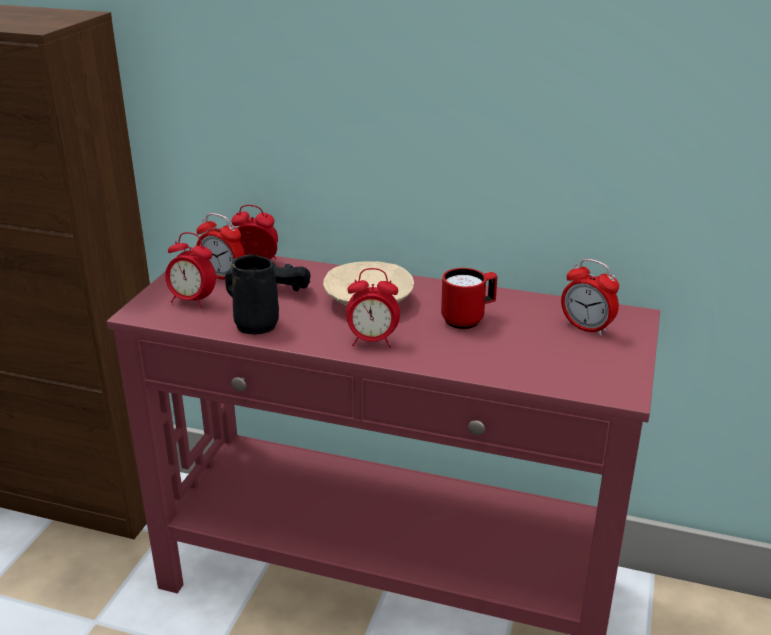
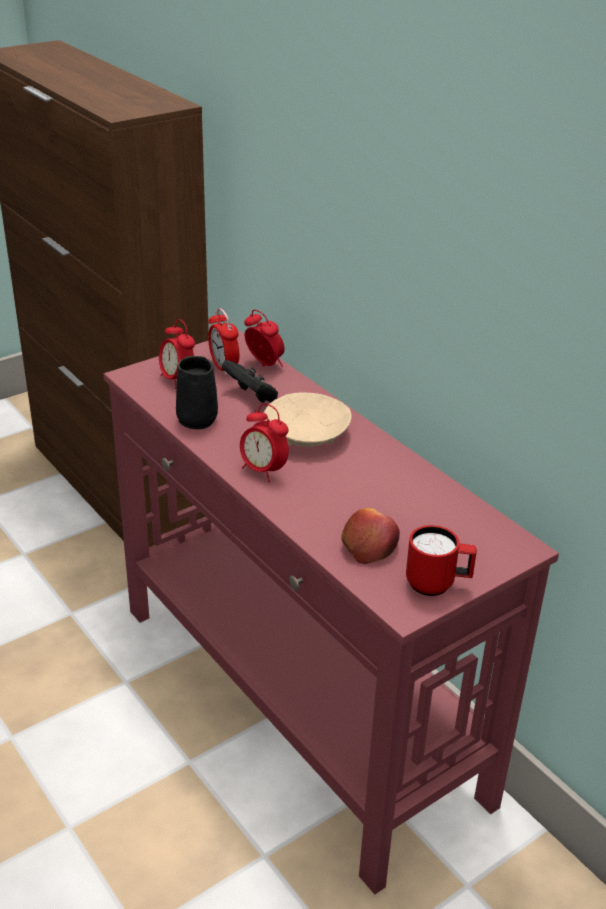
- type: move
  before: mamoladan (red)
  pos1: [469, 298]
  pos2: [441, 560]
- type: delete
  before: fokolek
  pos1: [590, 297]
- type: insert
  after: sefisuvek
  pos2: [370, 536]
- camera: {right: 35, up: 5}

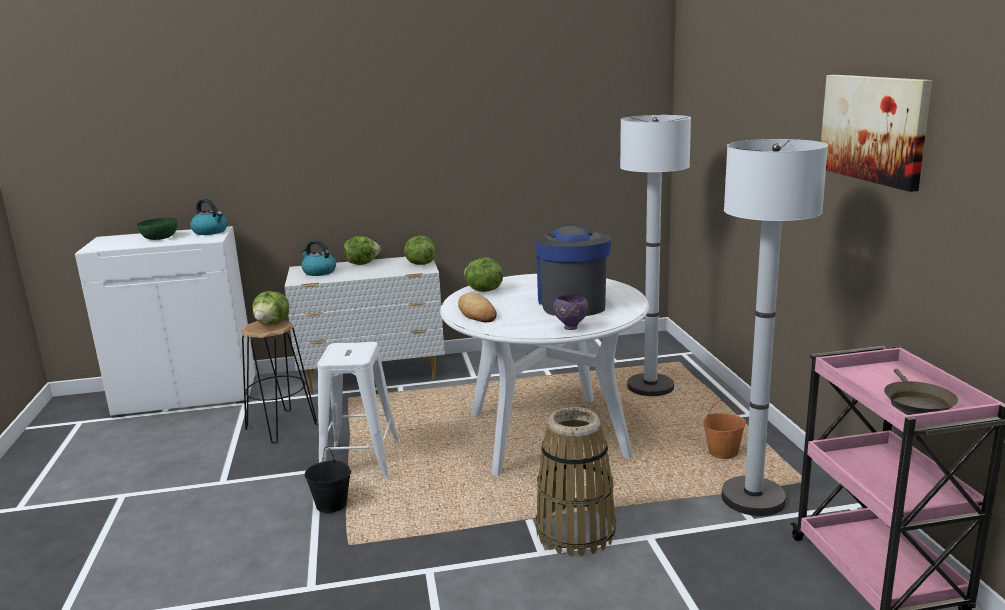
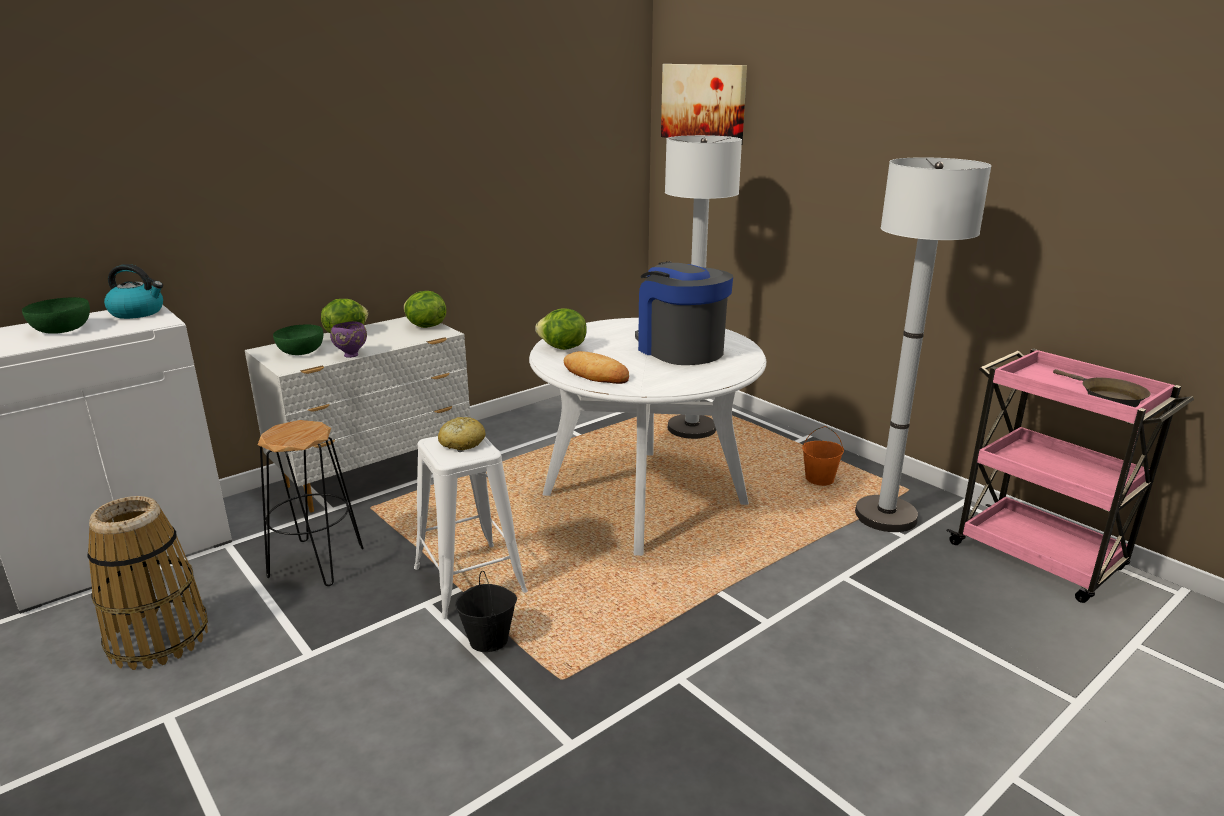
- type: delete
  before: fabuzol
  pos1: [271, 308]
- type: replace
  before: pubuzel
  after: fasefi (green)
  pos1: [318, 258]
  pos2: [298, 339]
- type: move
  before: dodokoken
  pos1: [576, 481]
  pos2: [148, 583]
- type: move
  before: fasefi (purple)
  pos1: [570, 312]
  pos2: [348, 339]
- type: move
  before: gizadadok
  pos1: [876, 133]
  pos2: [704, 103]
- type: insert
  after: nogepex
  pos2: [461, 433]
- camera: {right: -30, up: 5}

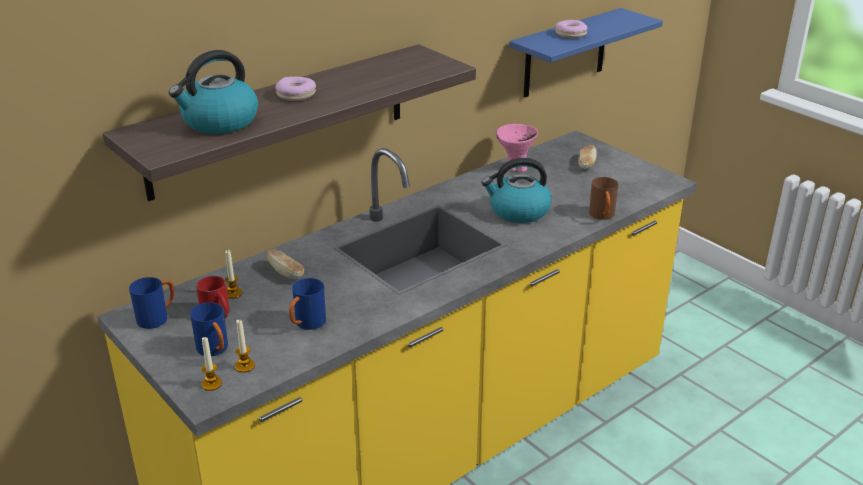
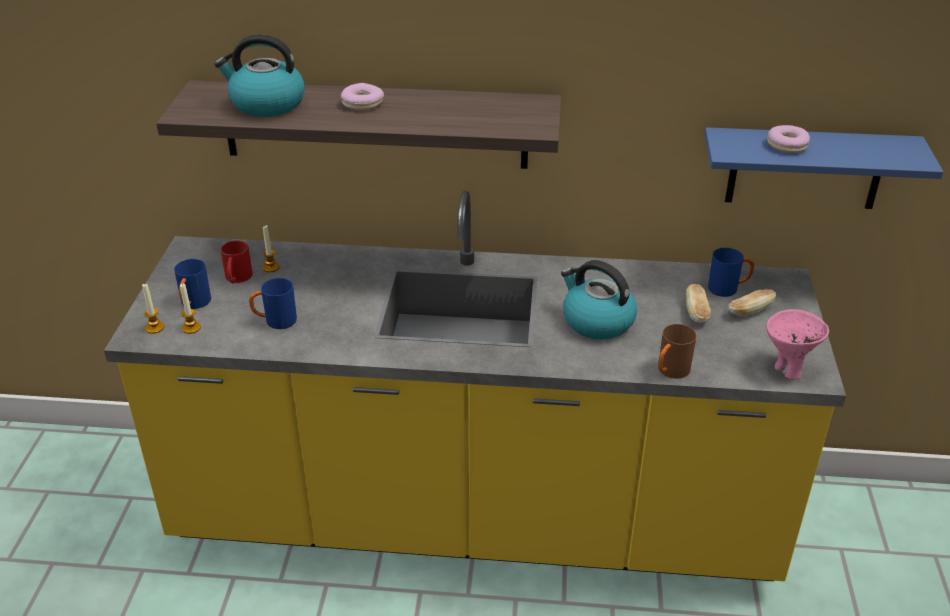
- type: move
  before: mamoladan (blue)
  pos1: [152, 303]
  pos2: [731, 272]
- type: move
  before: nogepex
  pos1: [285, 264]
  pos2: [698, 303]
- type: move
  before: fasefi (pink)
  pos1: [517, 148]
  pos2: [797, 344]
- camera: {right: 45, up: 5}

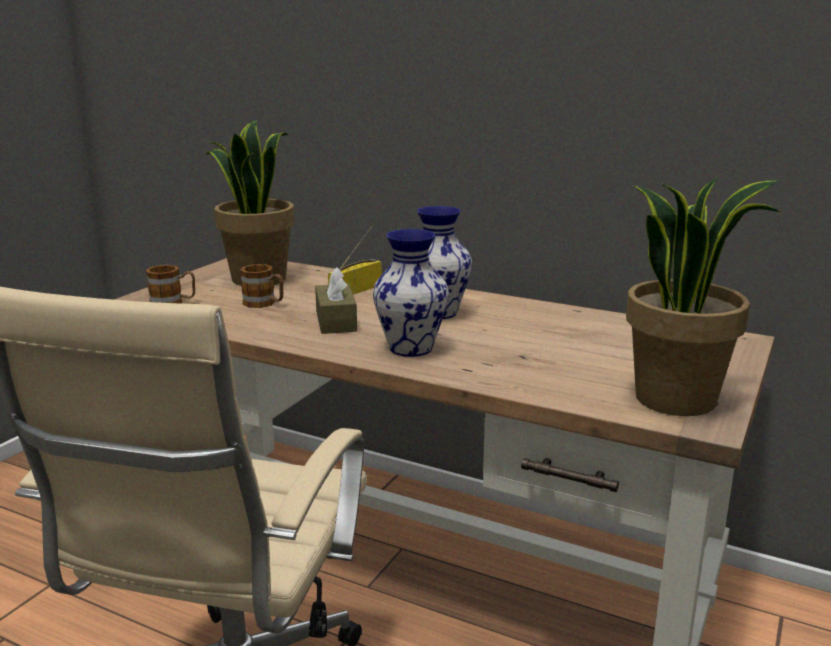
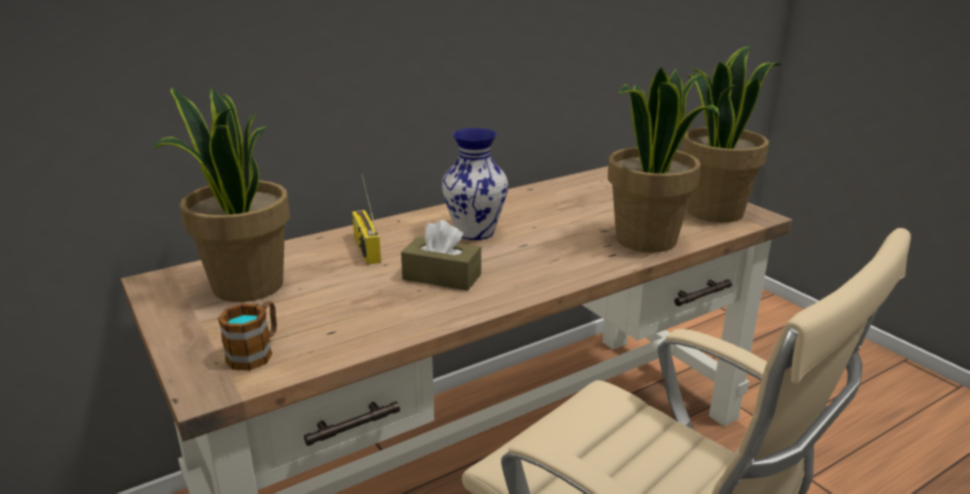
- type: delete
  before: mamoladan
  pos1: [261, 286]
- type: delete
  before: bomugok
  pos1: [411, 293]
- type: insert
  after: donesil
  pos2: [664, 160]
- camera: {right: -60, up: 5}

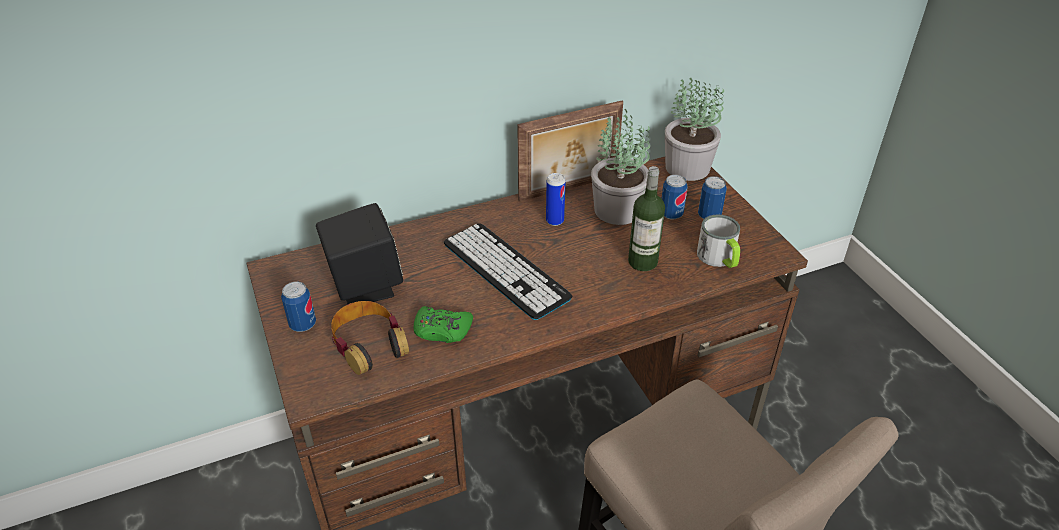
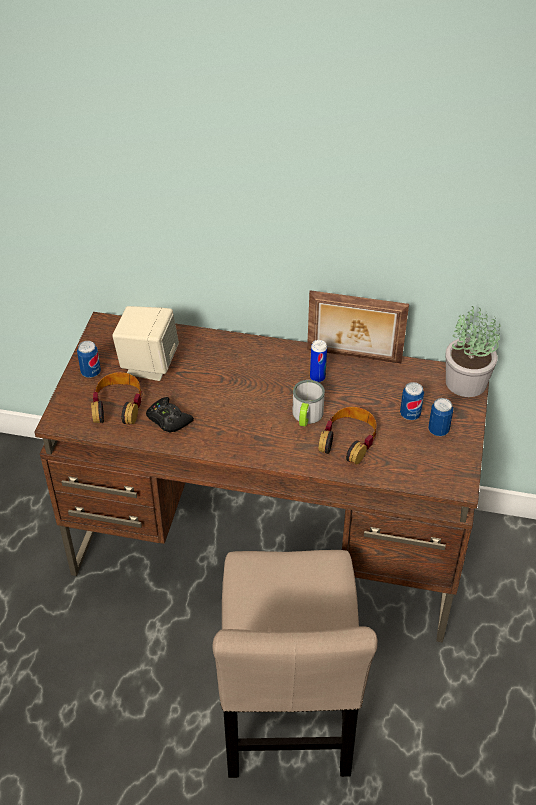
- type: recolor
  before: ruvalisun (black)
  after: ruvalisun (beige)
  pos1: [359, 253]
  pos2: [145, 343]
- type: recolor
  before: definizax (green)
  after: definizax (black)
  pos1: [443, 324]
  pos2: [170, 415]
- type: delete
  before: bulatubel
  pos1: [508, 271]
- type: delete
  before: donesil
  pos1: [620, 167]
- type: replace
  before: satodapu
  after: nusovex
  pos1: [646, 218]
  pos2: [347, 436]
- type: move
  before: mamoladan
  pos1: [718, 241]
  pos2: [308, 403]
- camera: {right: 35, up: 5}

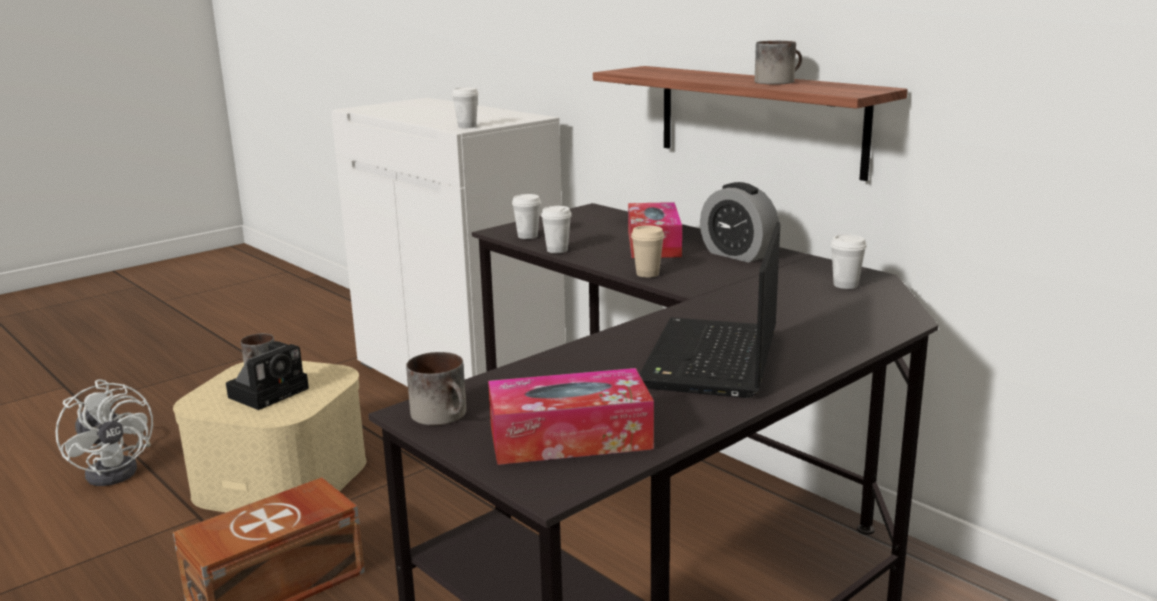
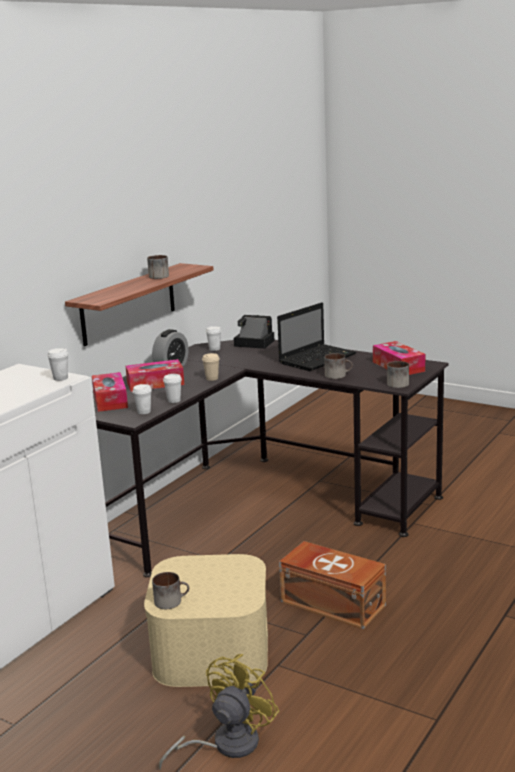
- type: recolor
  before: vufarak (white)
  after: vufarak (yellow)
  pos1: [104, 432]
  pos2: [219, 712]
- type: move
  before: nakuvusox
  pos1: [267, 375]
  pos2: [254, 332]
- type: rotate
  before: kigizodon
  pos1: [709, 310]
  pos2: [316, 336]
  turn: -45
- type: insert
  after: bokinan
  pos2: [110, 392]
- type: insert
  after: mamoladan
  pos2: [338, 366]
- camera: {right: -105, up: 0}

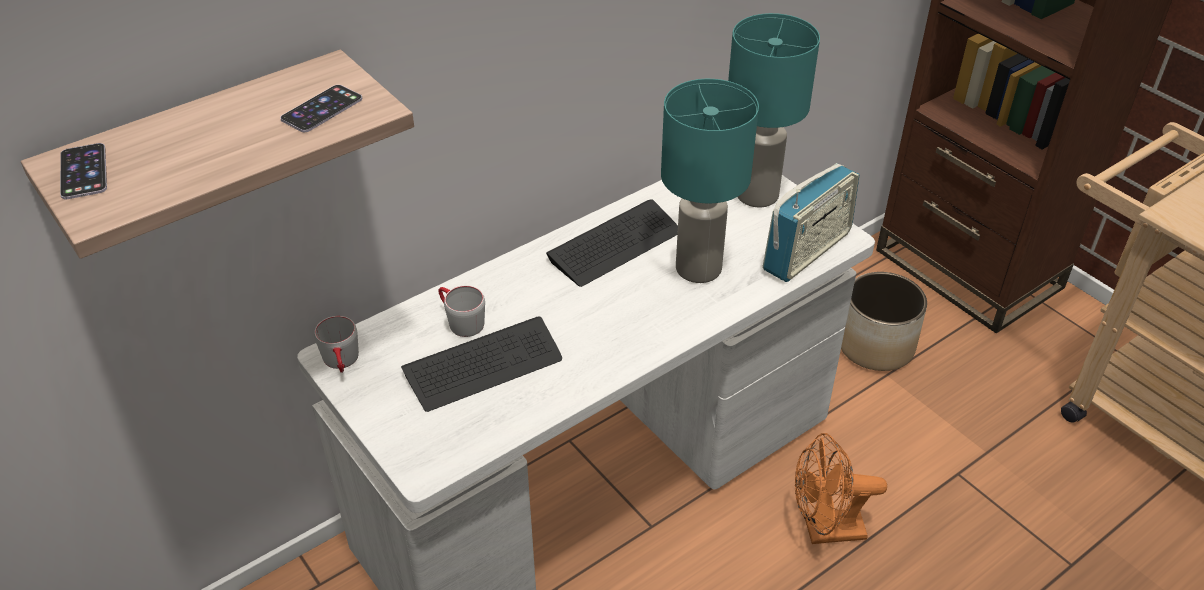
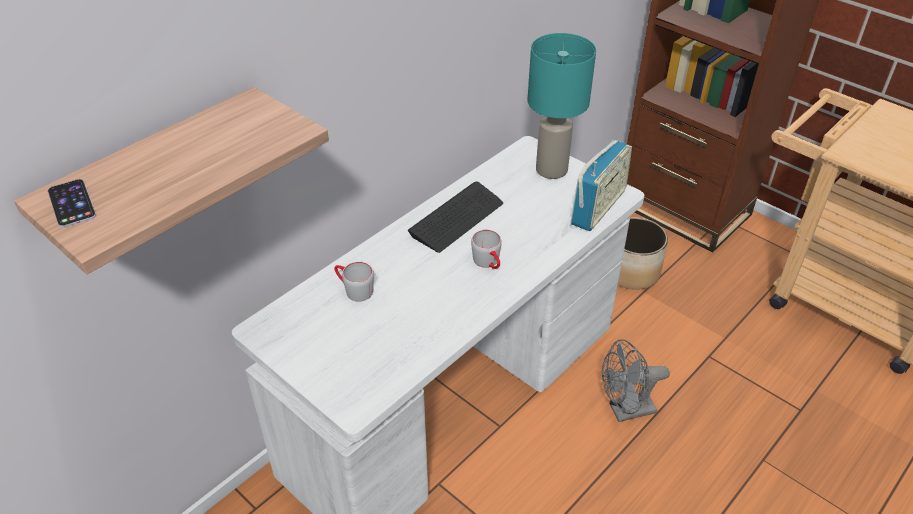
- type: delete
  before: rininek
  pos1: [321, 108]
- type: move
  before: mamoladan (grey)
  pos1: [336, 344]
  pos2: [486, 249]
- type: delete
  before: bulatubel
  pos1: [481, 364]
- type: delete
  before: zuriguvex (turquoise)
  pos1: [710, 181]
- type: recolor
  before: vufarak (orange)
  after: vufarak (grey)
  pos1: [841, 488]
  pos2: [636, 380]
- camera: {right: -10, up: 0}

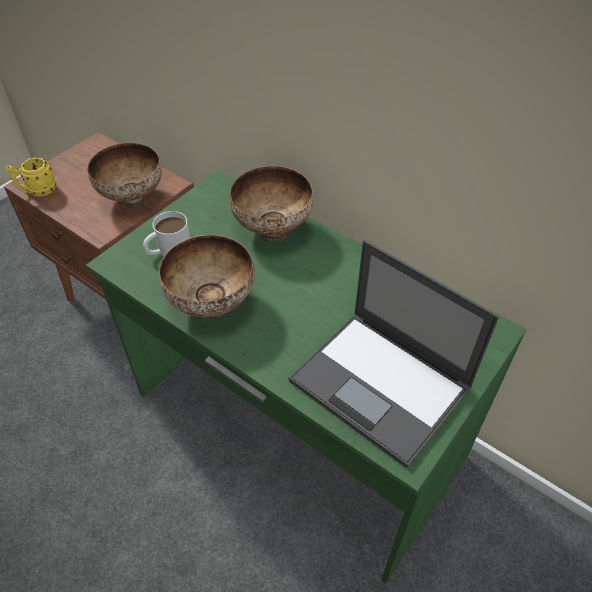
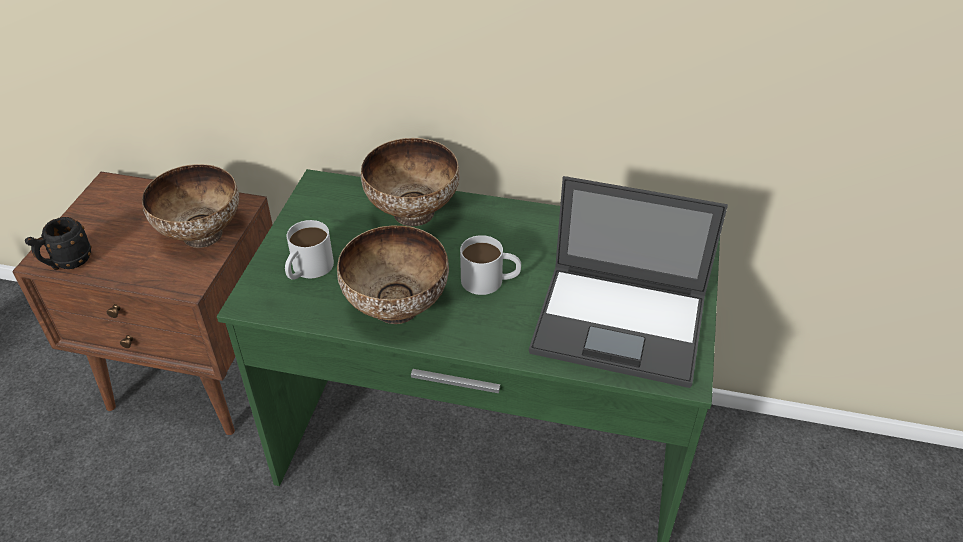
- type: recolor
  before: mamoladan (yellow)
  after: mamoladan (black)
  pos1: [31, 177]
  pos2: [58, 243]
- type: insert
  after: mamoladan (white)
  pos2: [490, 265]
- camera: {right: -25, up: -5}

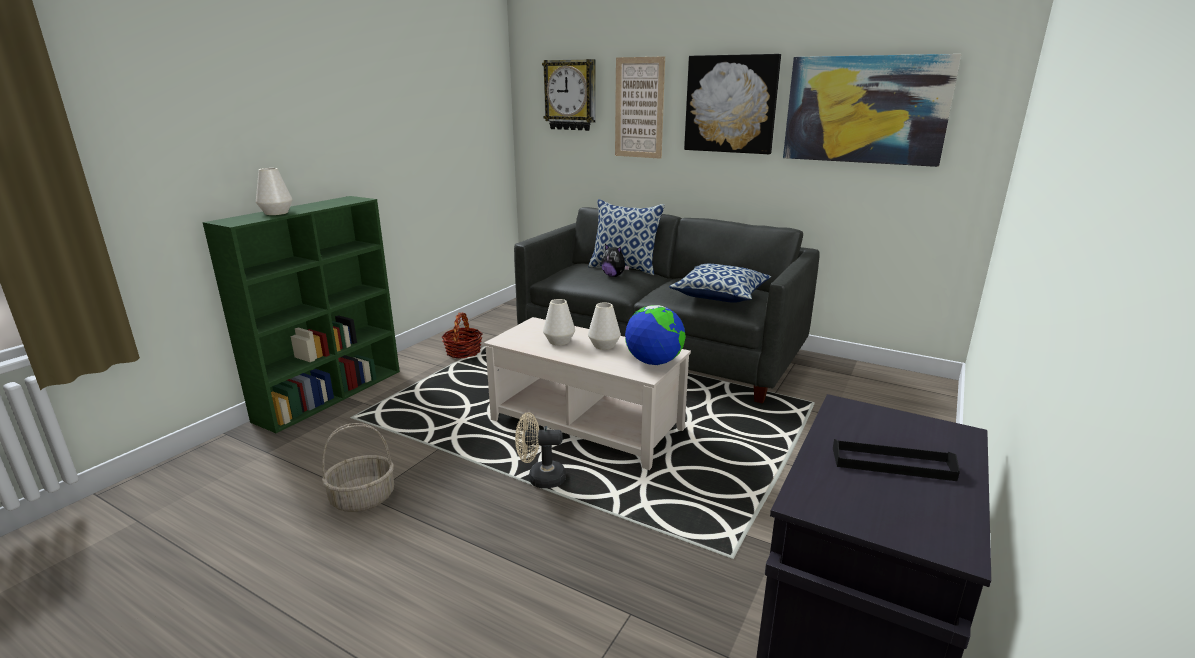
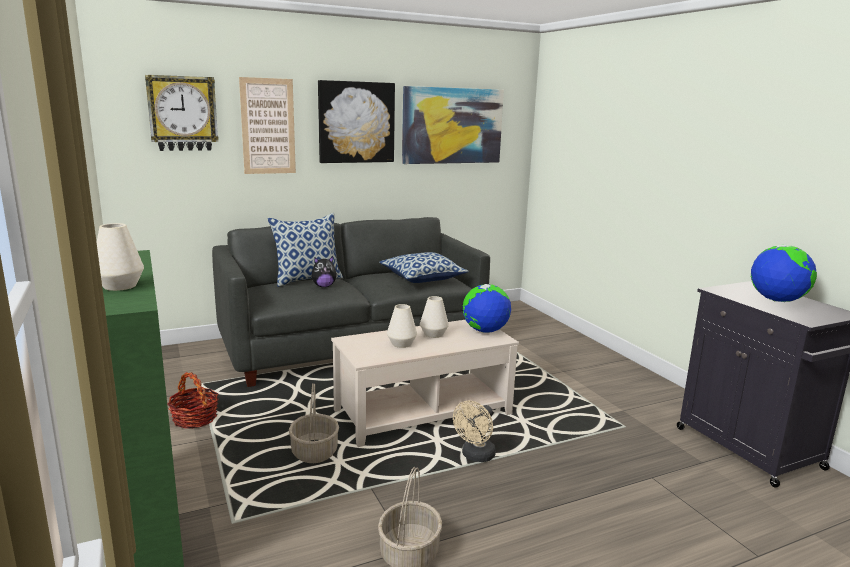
- type: replace
  before: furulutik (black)
  after: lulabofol
  pos1: [896, 460]
  pos2: [784, 273]
- type: insert
  after: dodokoken
  pos2: [314, 423]
- camera: {right: -55, up: -5}

